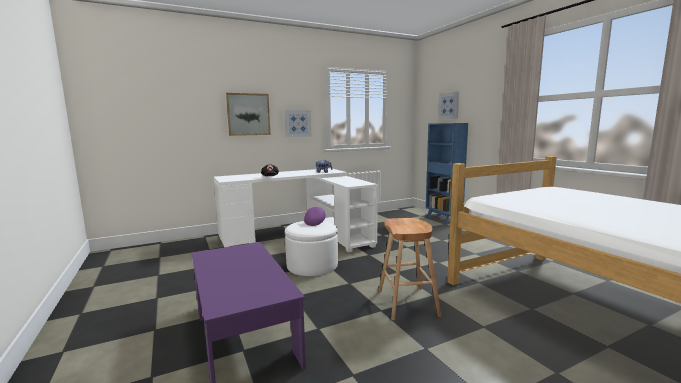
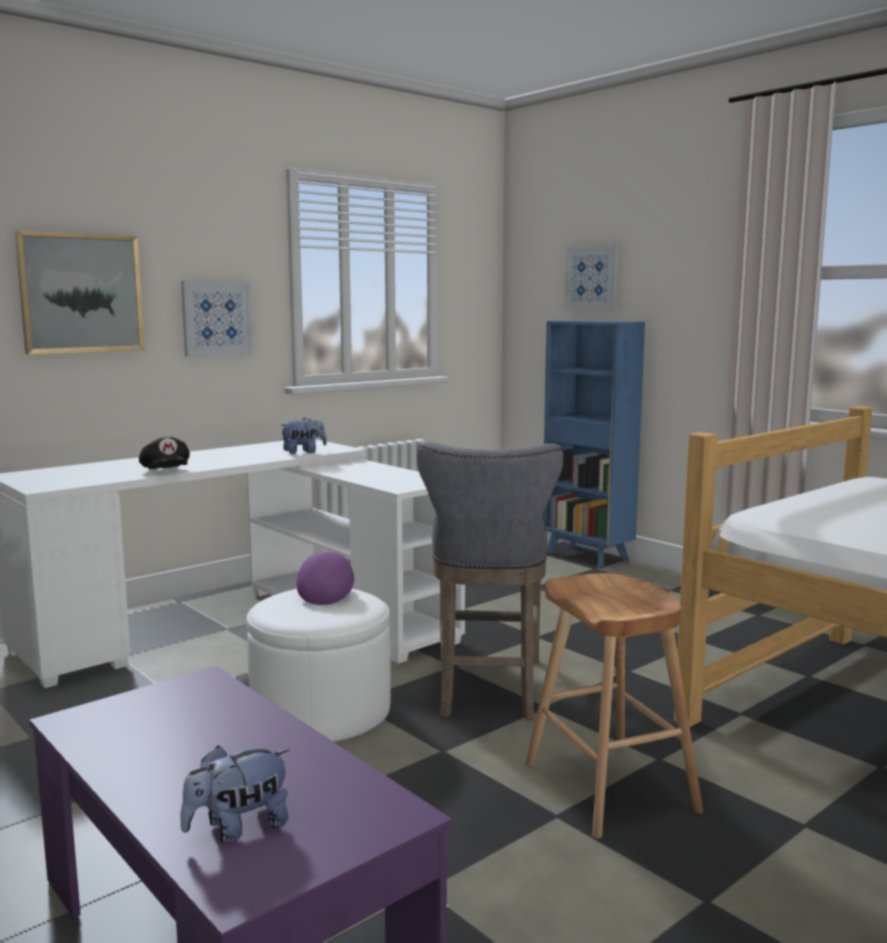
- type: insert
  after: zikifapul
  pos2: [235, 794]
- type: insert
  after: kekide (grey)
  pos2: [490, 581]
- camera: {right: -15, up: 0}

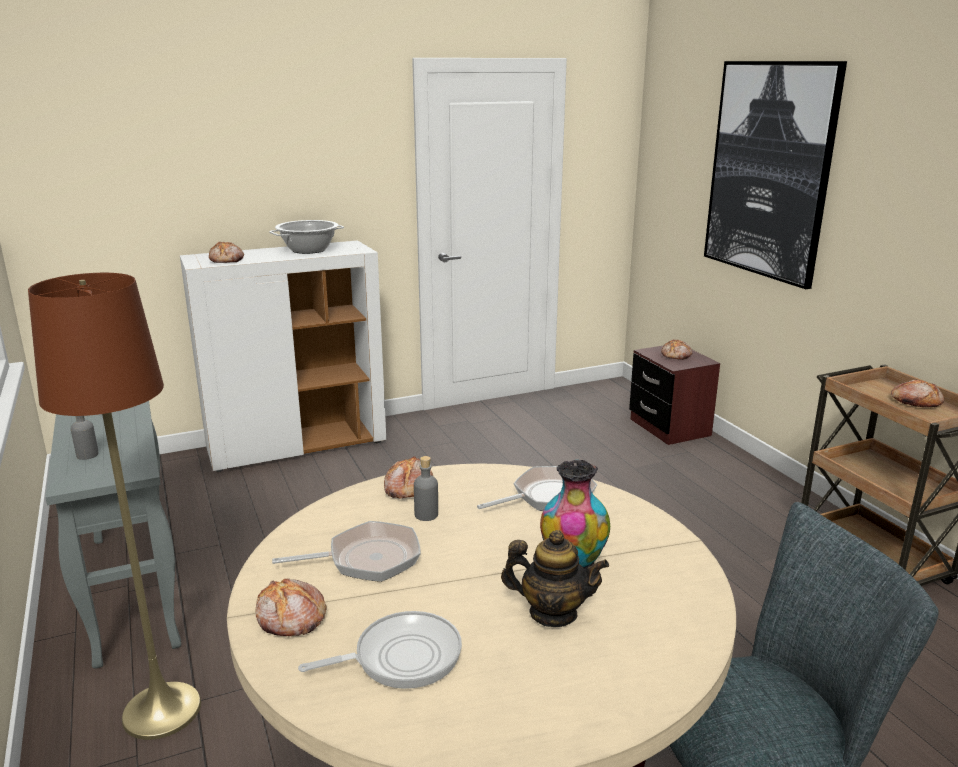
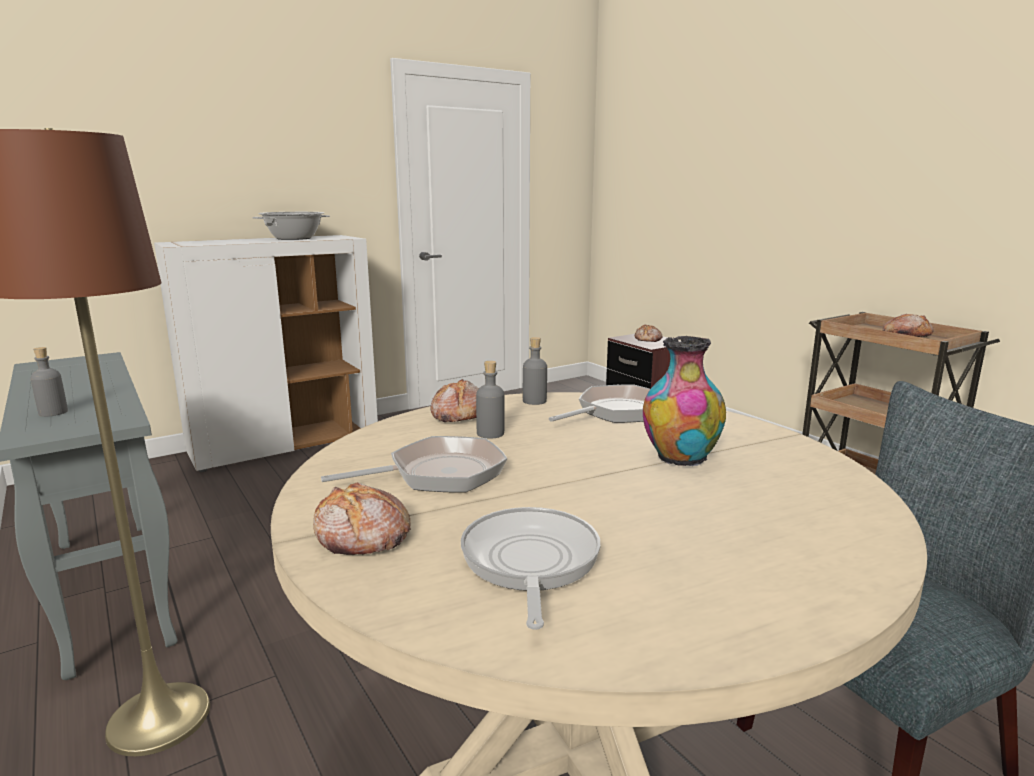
- type: delete
  before: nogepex
  pos1: [226, 252]
- type: rotate
  before: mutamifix
  pos1: [380, 650]
  pos2: [531, 568]
  turn: -60
- type: delete
  before: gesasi
  pos1: [555, 578]
- type: delete
  before: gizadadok
  pos1: [775, 175]
- type: insert
  after: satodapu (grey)
  pos2: [535, 371]
- camera: {right: -10, up: -5}

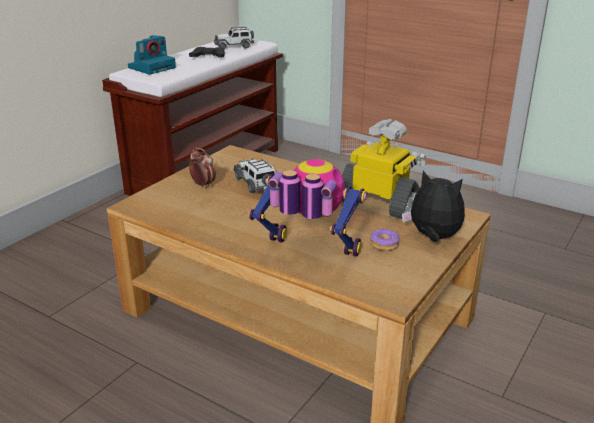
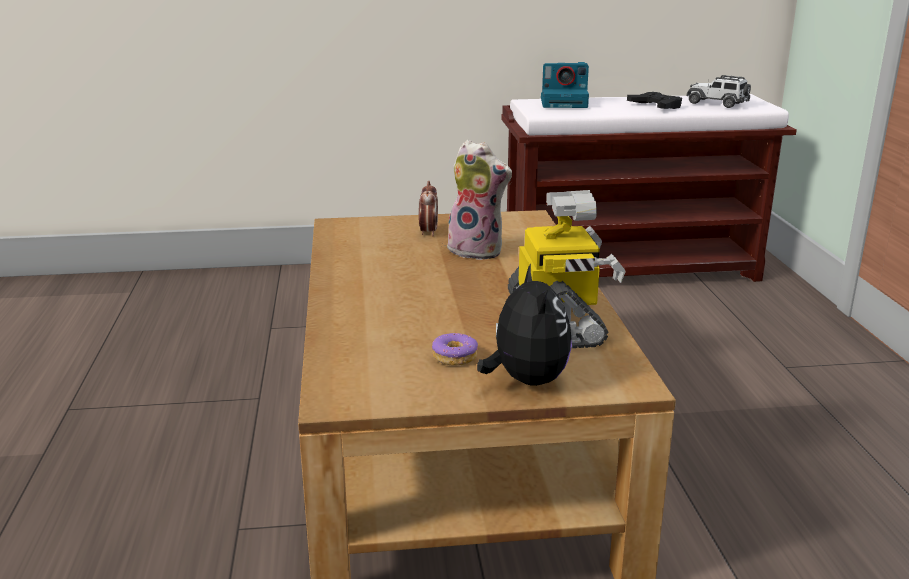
- type: replace
  before: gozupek
  after: zikifapul
  pos1: [255, 175]
  pos2: [479, 200]
- type: delete
  before: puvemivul
  pos1: [308, 207]
- camera: {right: 50, up: -5}

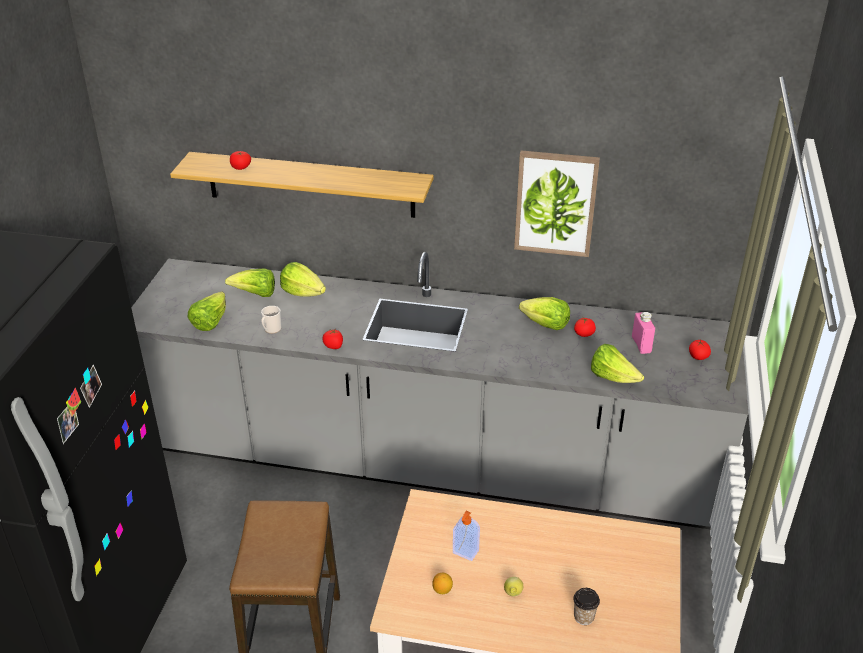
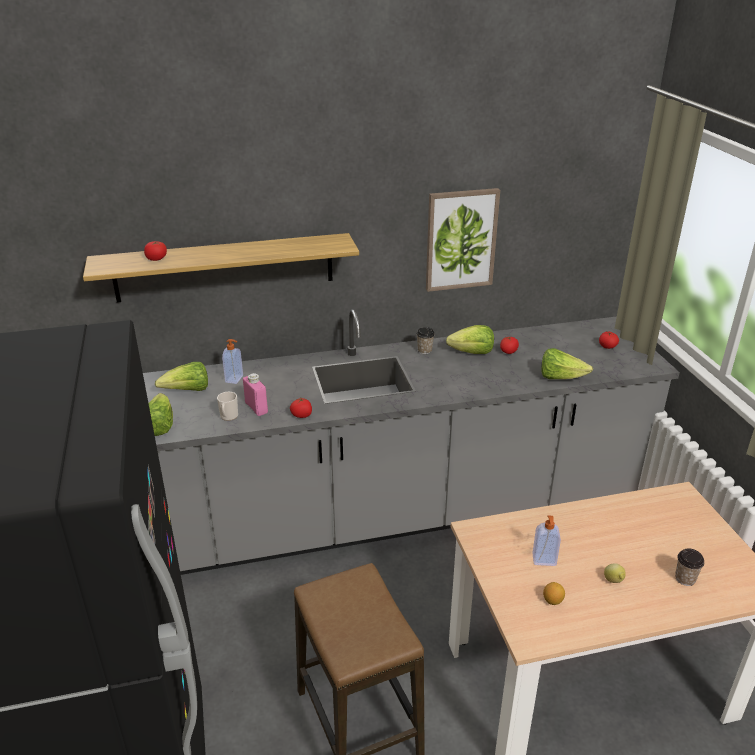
- type: replace
  before: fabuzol
  after: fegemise
  pos1: [303, 279]
  pos2: [232, 361]
- type: move
  before: satodapu (pink)
  pos1: [643, 333]
  pos2: [255, 394]
- type: insert
  after: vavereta
  pos2: [425, 340]
- camera: {right: -25, up: -5}

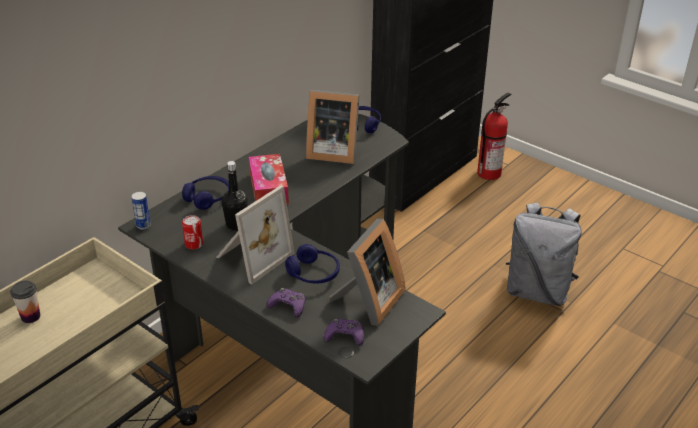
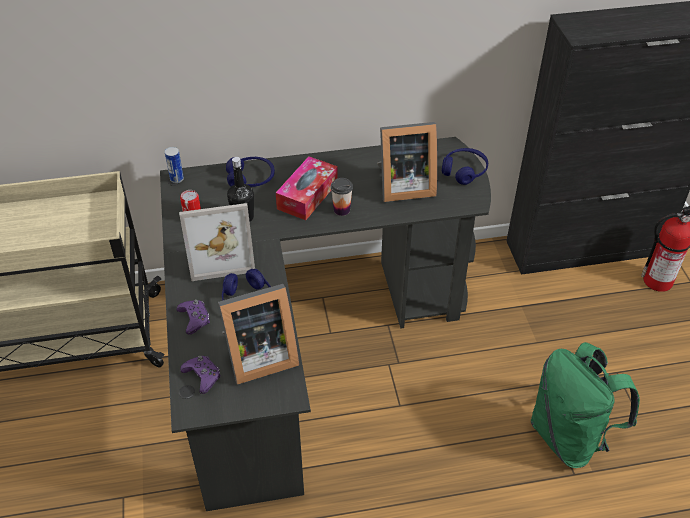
- type: move
  before: vavereta
  pos1: [25, 301]
  pos2: [342, 197]
- type: rotate
  before: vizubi
  pos1: [333, 127]
  pos2: [407, 162]
  turn: -60
- type: recolor
  before: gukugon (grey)
  after: gukugon (green)
  pos1: [544, 254]
  pos2: [585, 405]
- camera: {right: 40, up: 10}

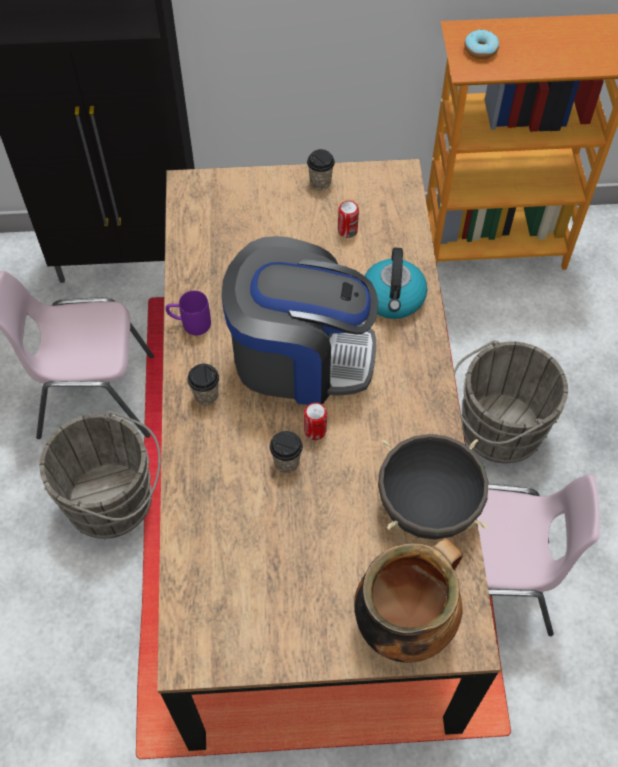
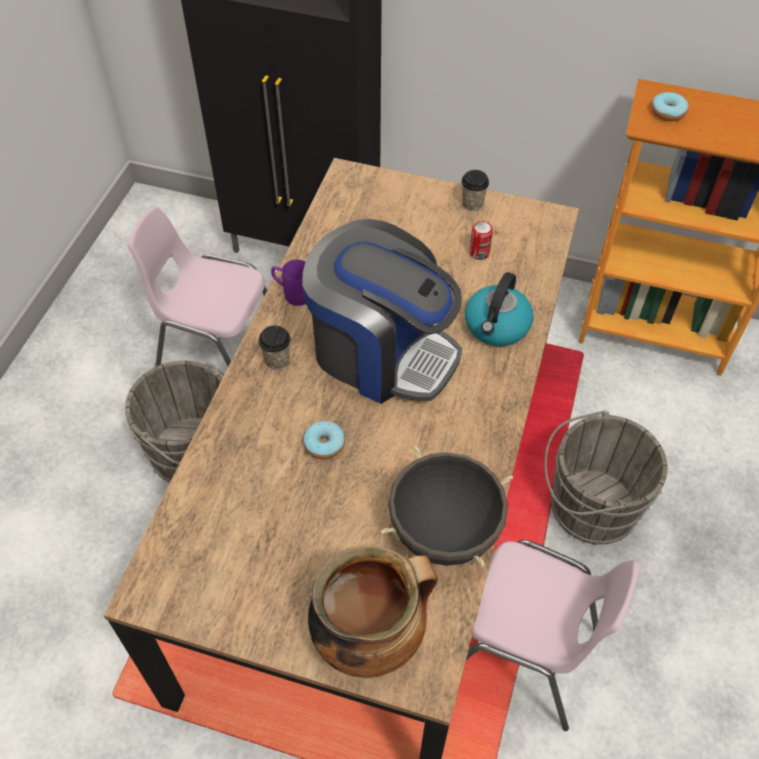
- type: replace
  before: vavereta
  after: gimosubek
  pos1: [286, 452]
  pos2: [324, 440]
- type: delete
  before: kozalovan
  pos1: [315, 421]
- camera: {right: 20, up: -5}

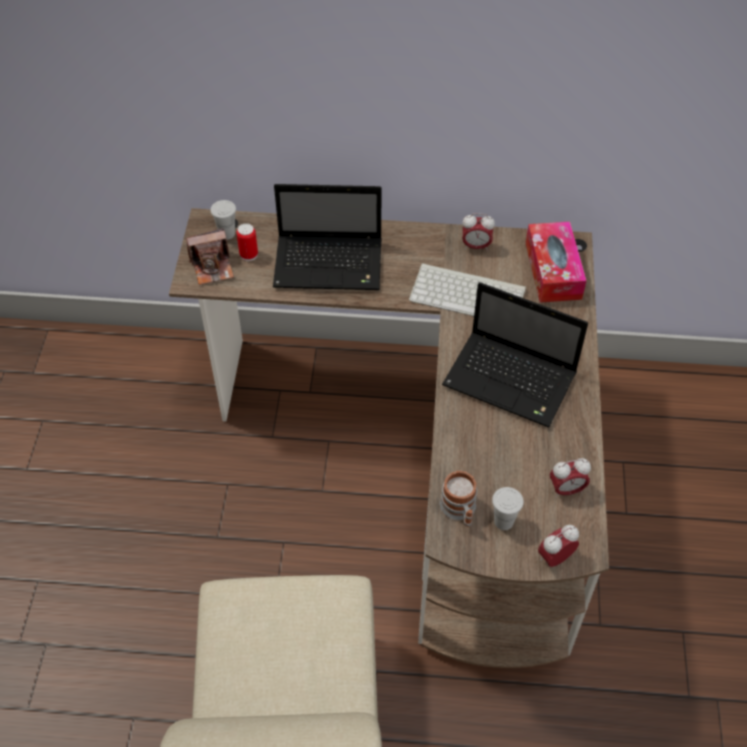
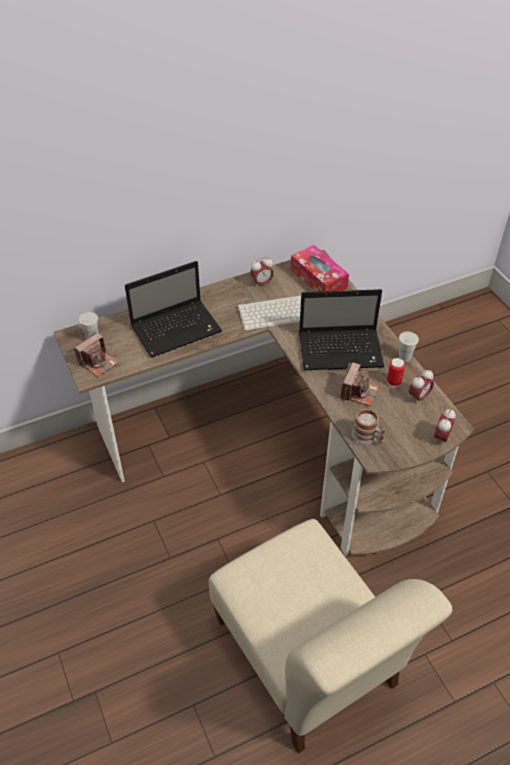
- type: move
  before: kozalovan
  pos1: [247, 242]
  pos2: [396, 372]
- type: move
  before: vavereta (white)
  pos1: [508, 508]
  pos2: [409, 347]
- type: insert
  after: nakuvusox
  pos2: [359, 384]
- camera: {right: -30, up: -5}

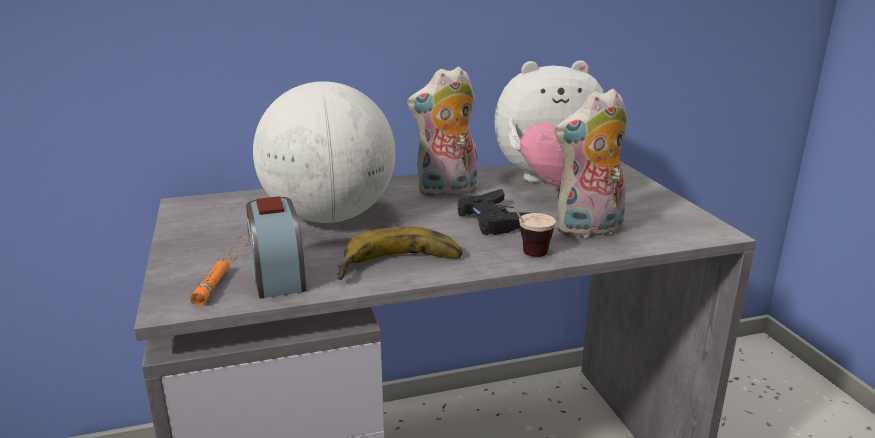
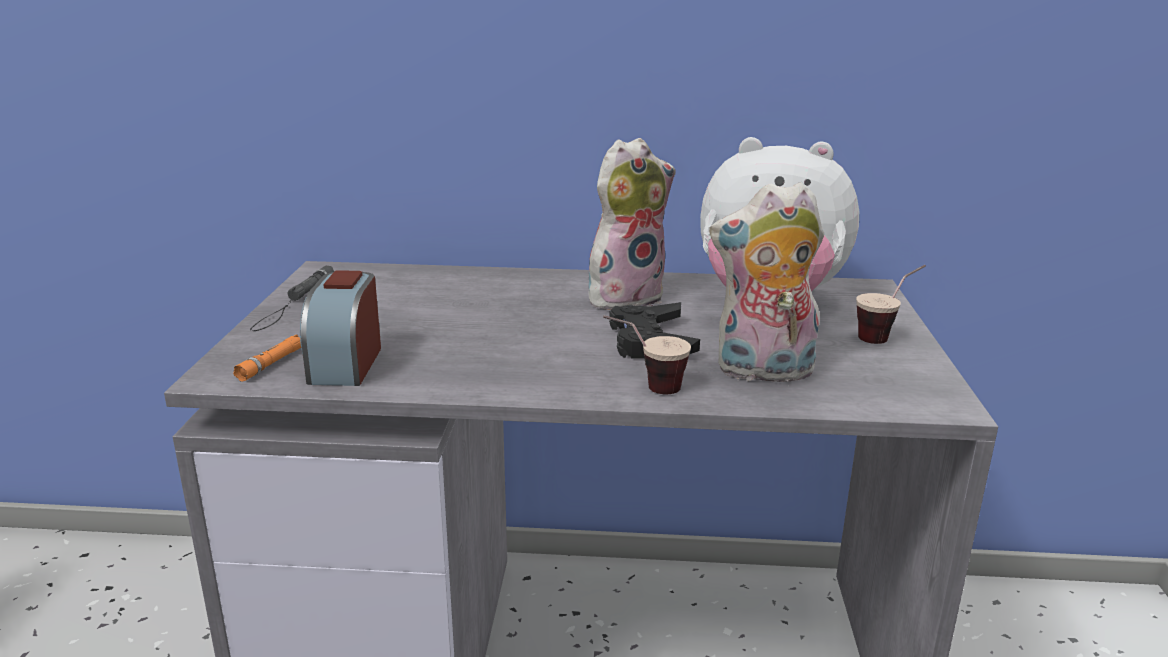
- type: delete
  before: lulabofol
  pos1: [324, 152]
- type: delete
  before: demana
  pos1: [400, 253]
- type: rotate
  before: zikifapul
  pos1: [442, 131]
  pos2: [632, 224]
  turn: 150
- type: insert
  after: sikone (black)
  pos2: [292, 298]
- type: insert
  after: vavereta
  pos2: [891, 304]
- camera: {right: 20, up: 0}

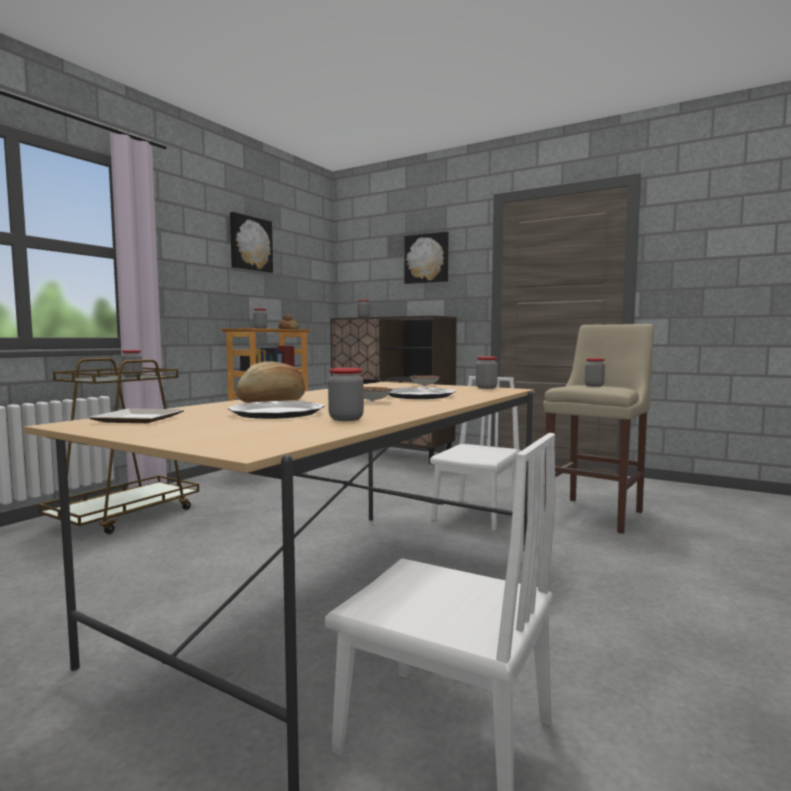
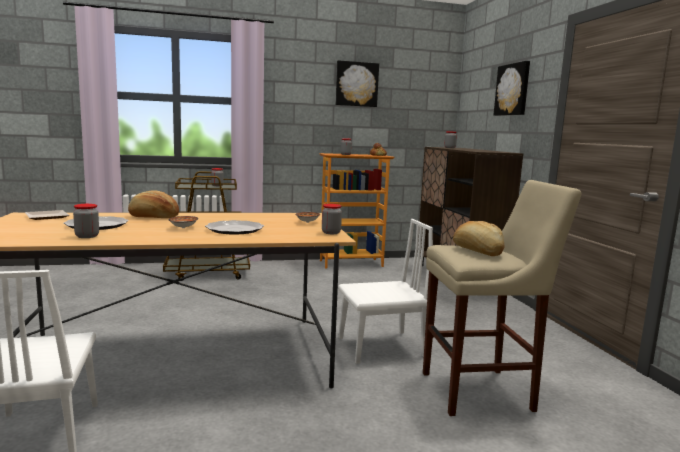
- type: replace
  before: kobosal
  after: nogepex
  pos1: [595, 372]
  pos2: [479, 238]
- camera: {right: 45, up: 5}

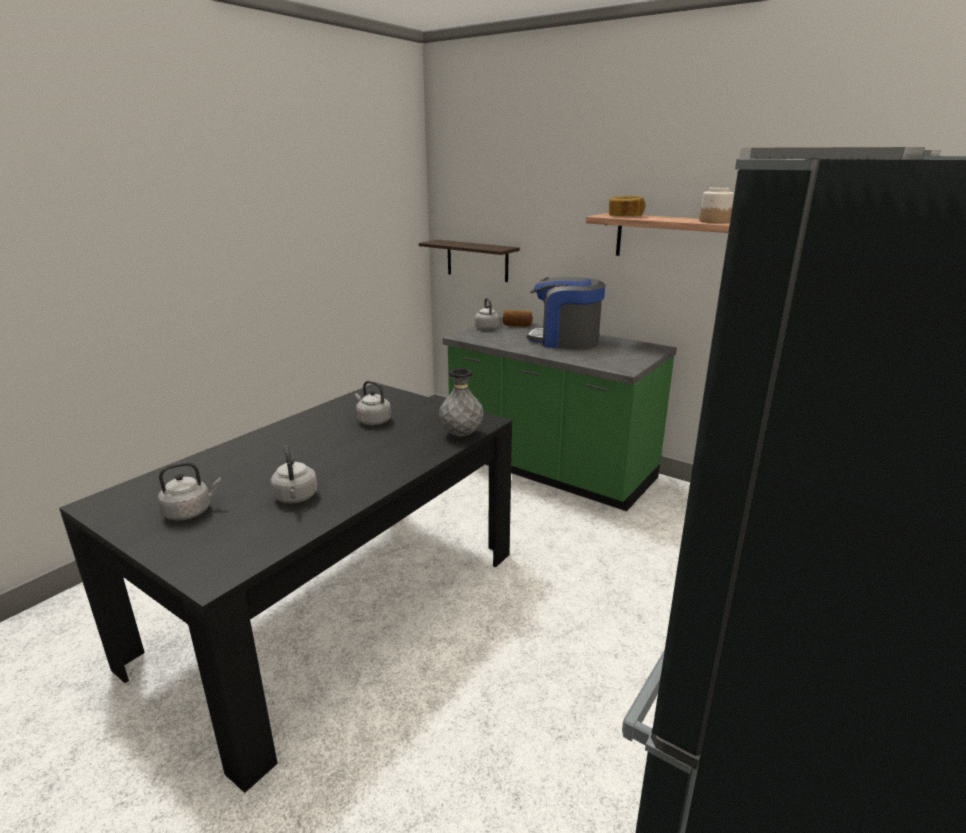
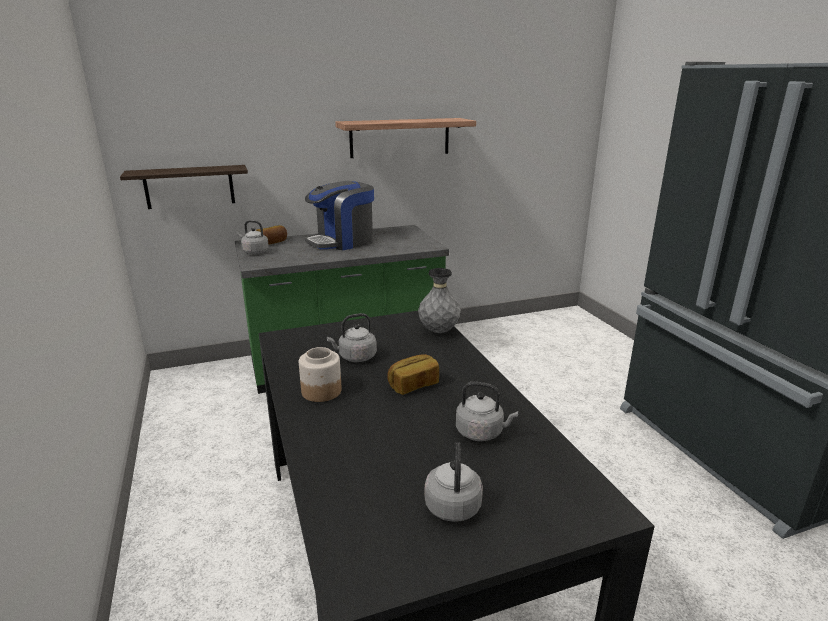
- type: move
  before: nogepex
  pos1: [627, 206]
  pos2: [413, 374]
- type: move
  before: kobosal
  pos1: [716, 205]
  pos2: [320, 374]
- camera: {right: -55, up: 0}

